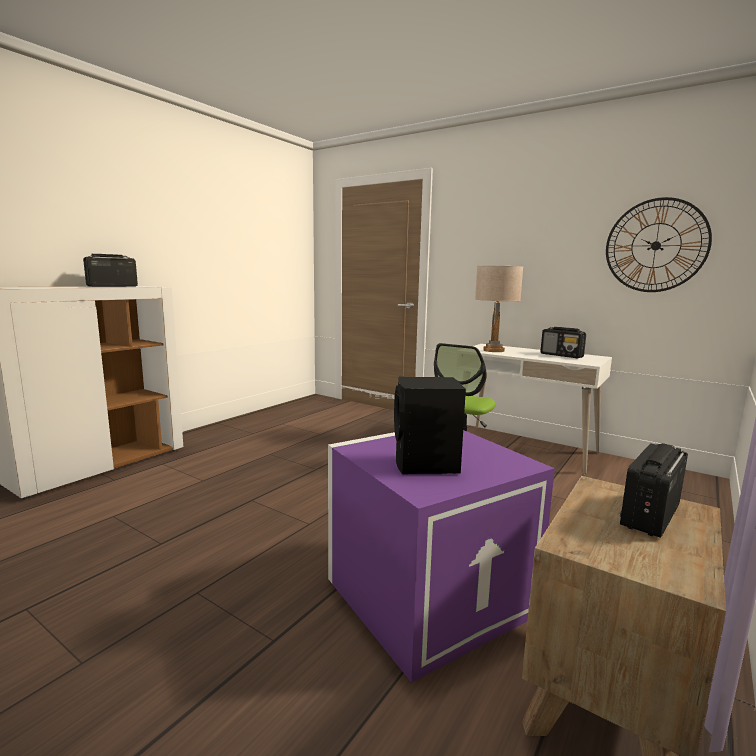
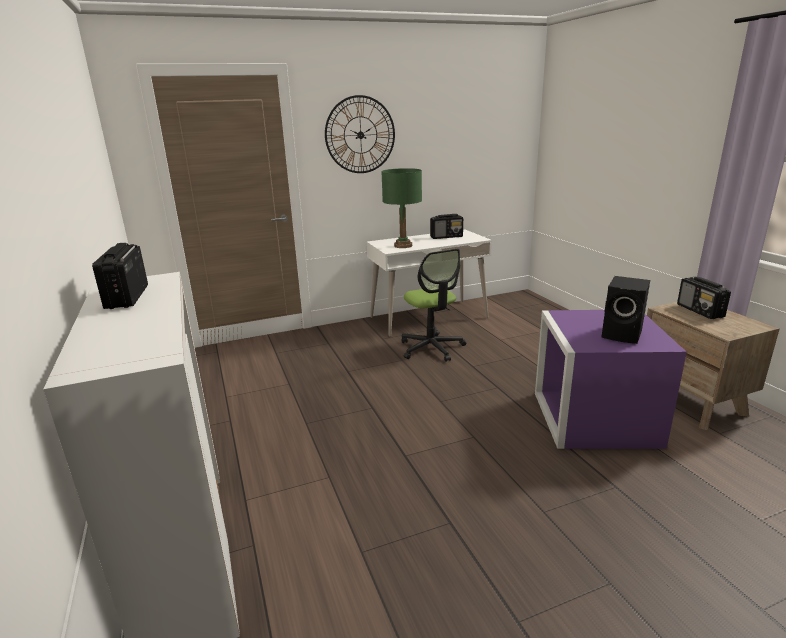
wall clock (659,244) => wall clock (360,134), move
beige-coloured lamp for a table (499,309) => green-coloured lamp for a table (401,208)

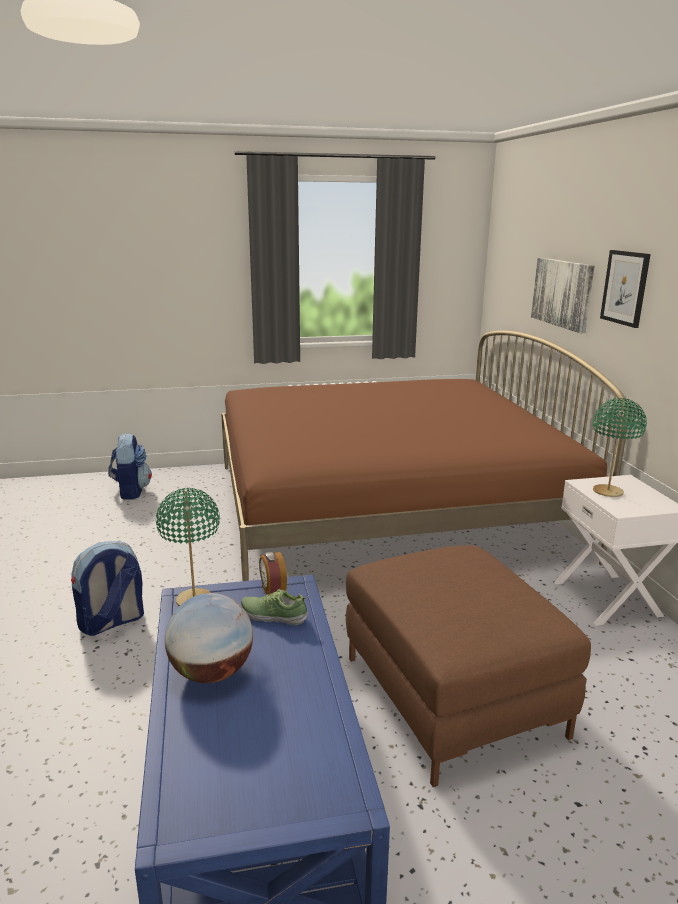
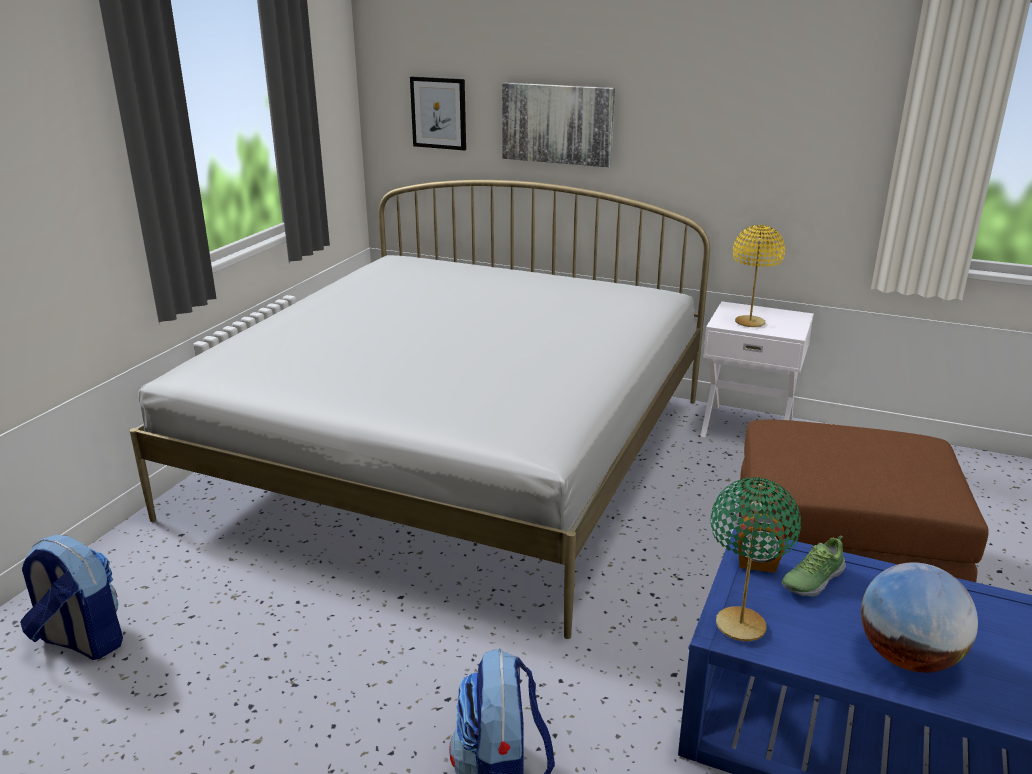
brownish bedroom bed (425,455) => white-coloured bedroom bed (420,409)
wall art (625,289) => wall art (438,113), move
green-coloured lamp for a table (620,447) => yellowish lamp for a table (759,276)

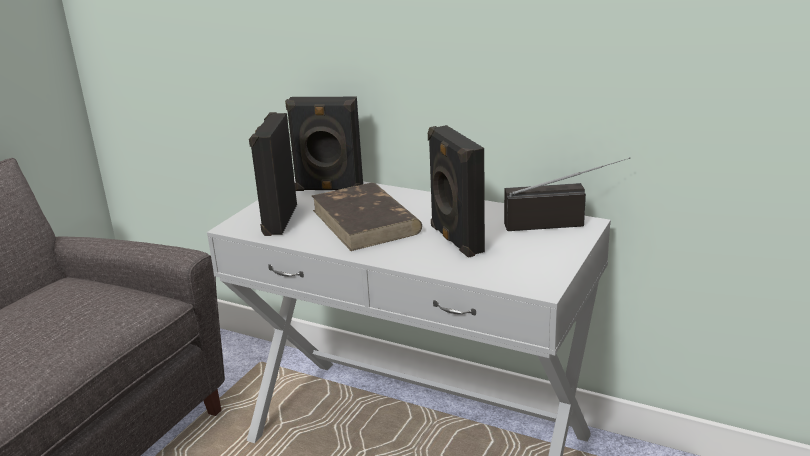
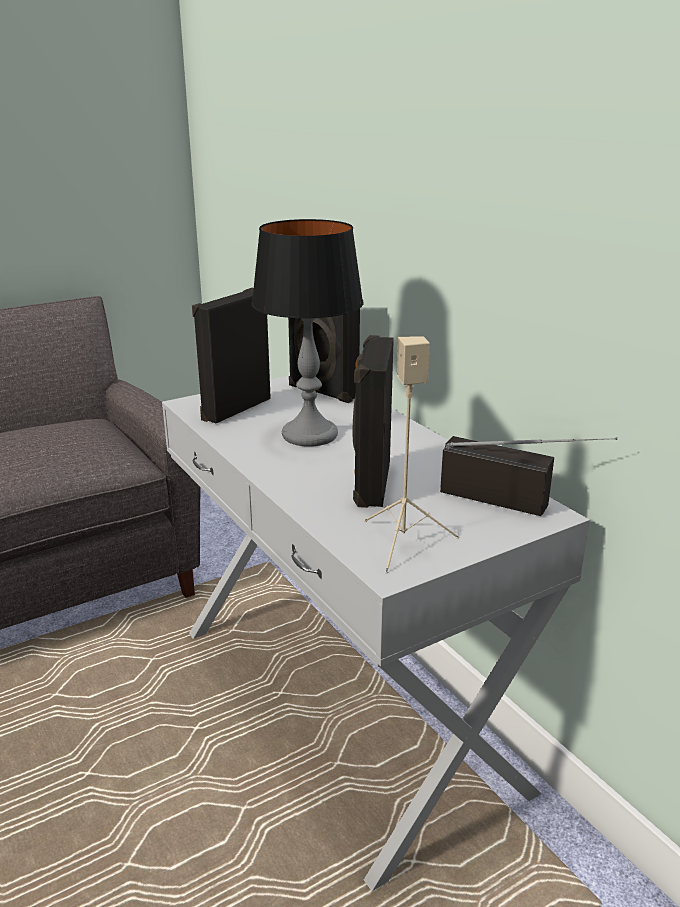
brownish volume (367,217) => lamp for a table (307,333)
nothing => beige-coloured loudspeaker (411,455)

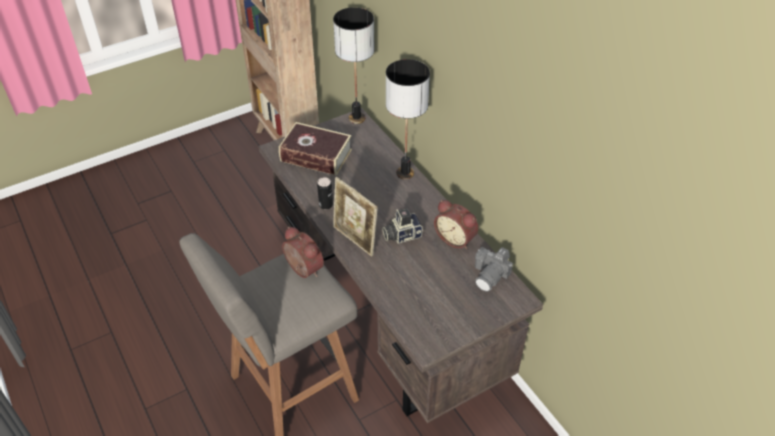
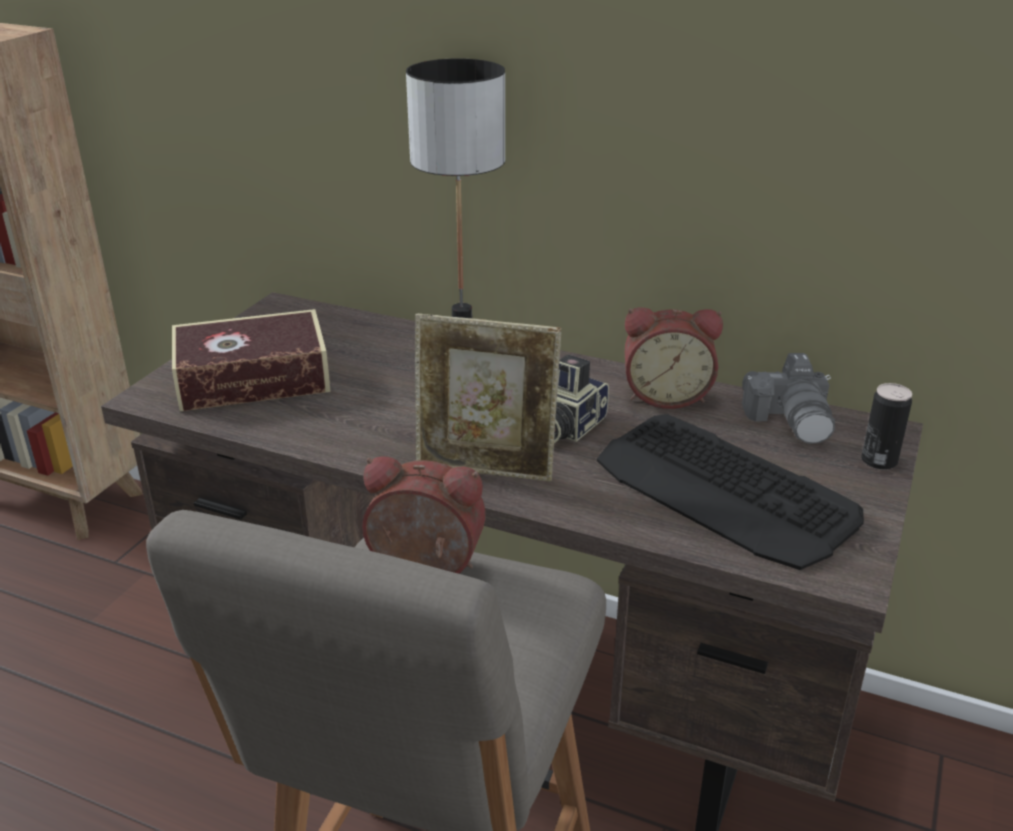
nothing => PC keyboard (730,492)
metal can (325,193) => metal can (886,426), move
lamp for a table (353,65) => nothing

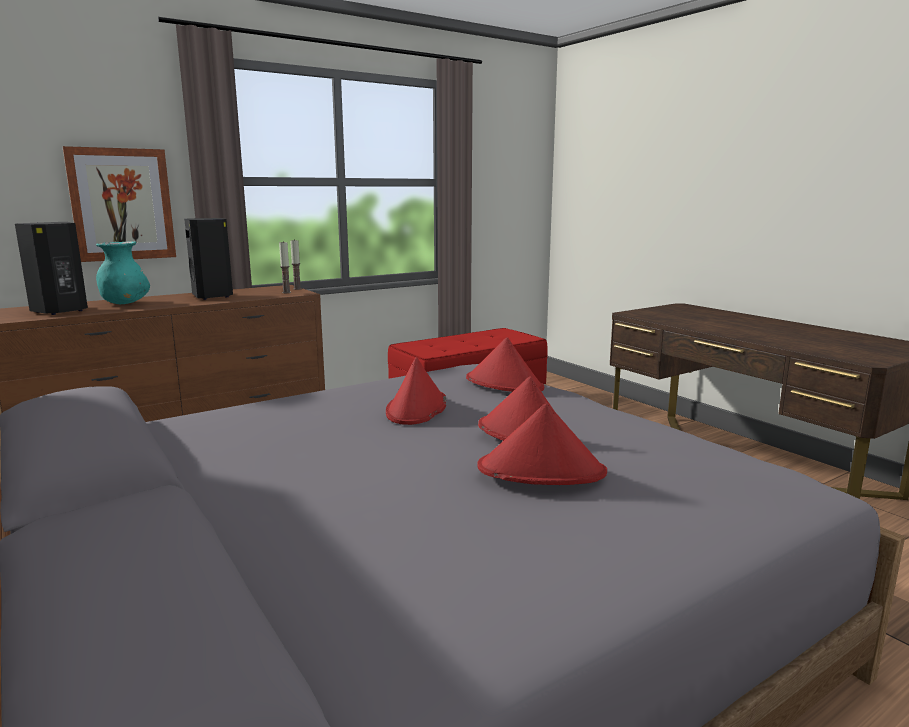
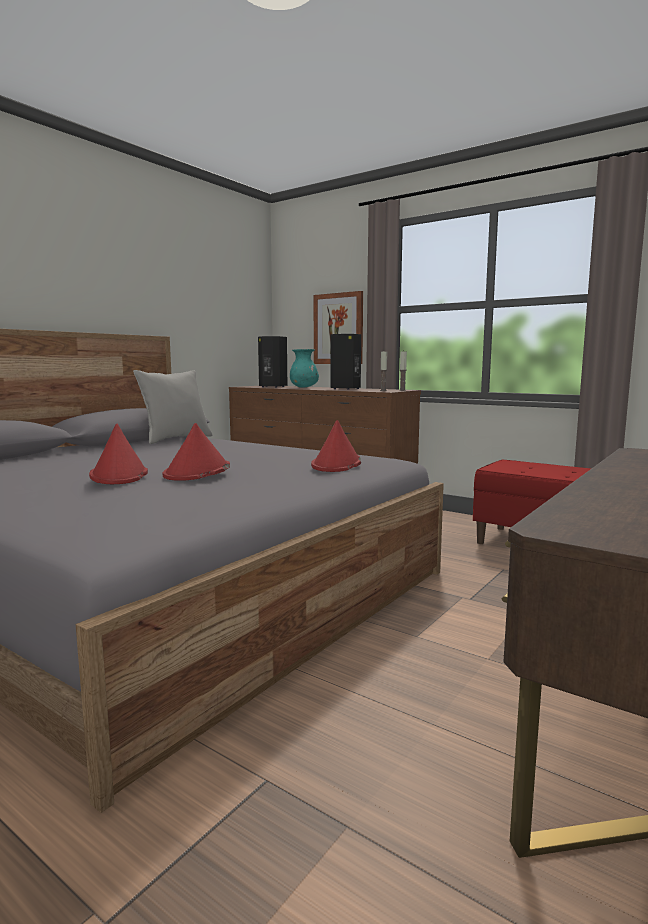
nothing => grey pillow (172,407)
red-coloured clothing hat (416,391) => nothing

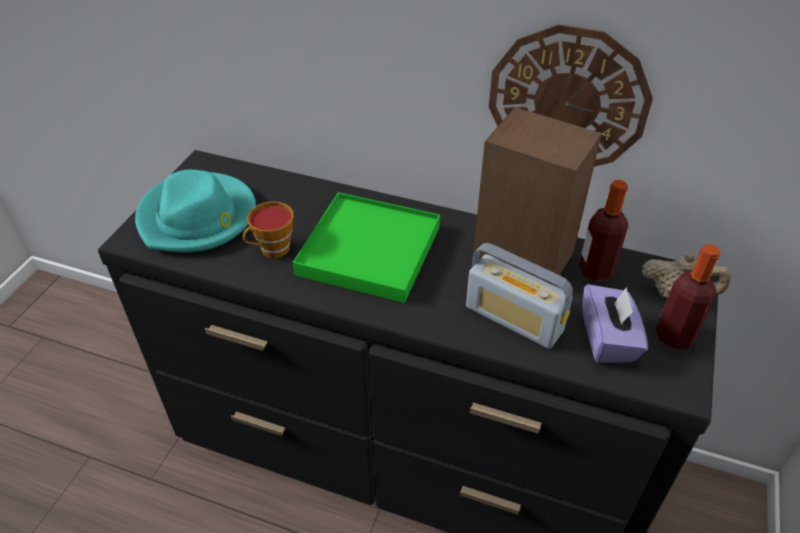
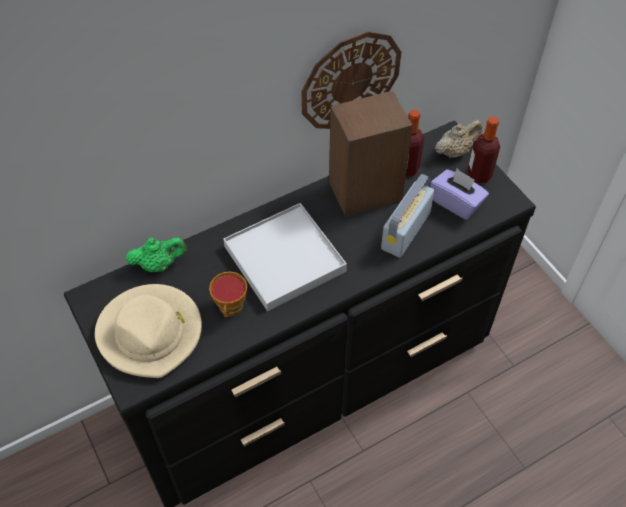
blue-green clothing hat (195,211) => beige-coloured clothing hat (148,331)
nothing => green-coloured pot for tea (156,255)
green-coloured carrying tray (366,247) => white-coloured carrying tray (285,257)
radio set (519,296) => radio set (408,216), 135 degrees clockwise

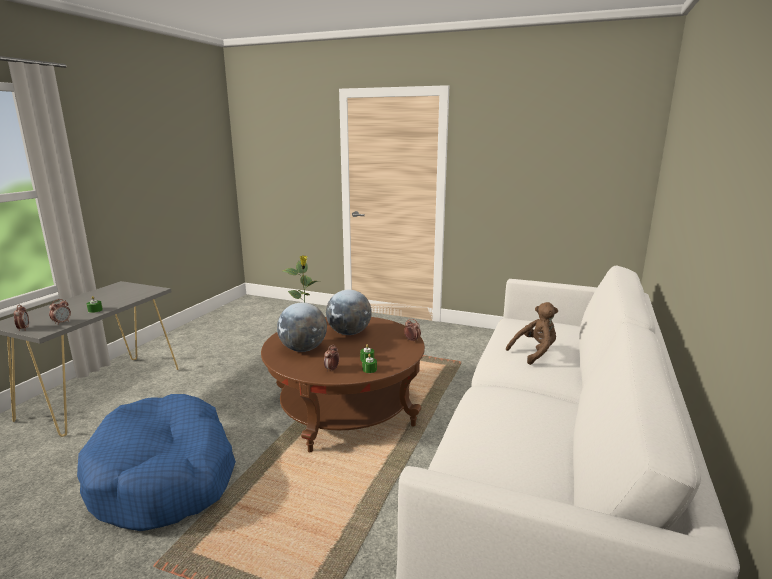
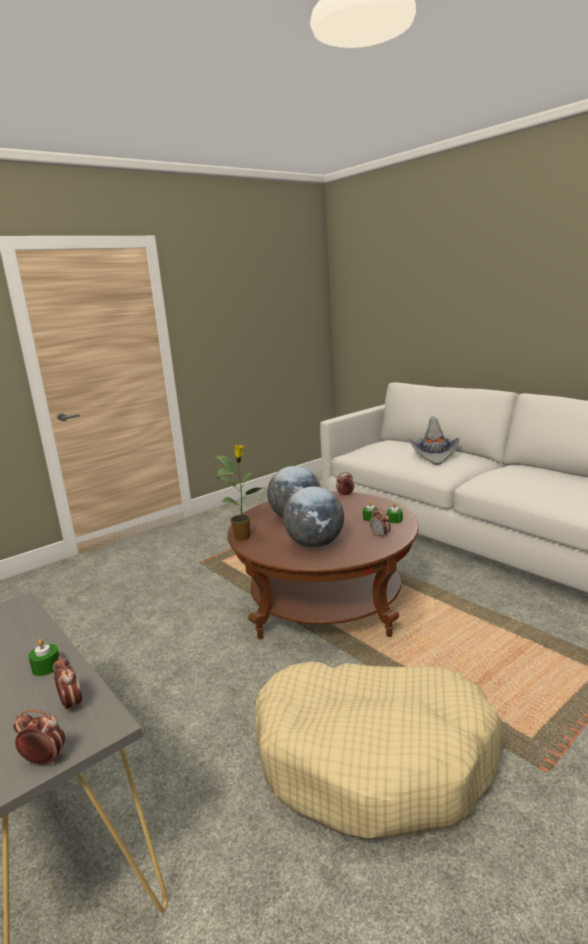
bluish pet bed (156,462) => beige-coloured pet bed (379,750)
brownish plush toy (532,333) => grey clothing hat (434,440)

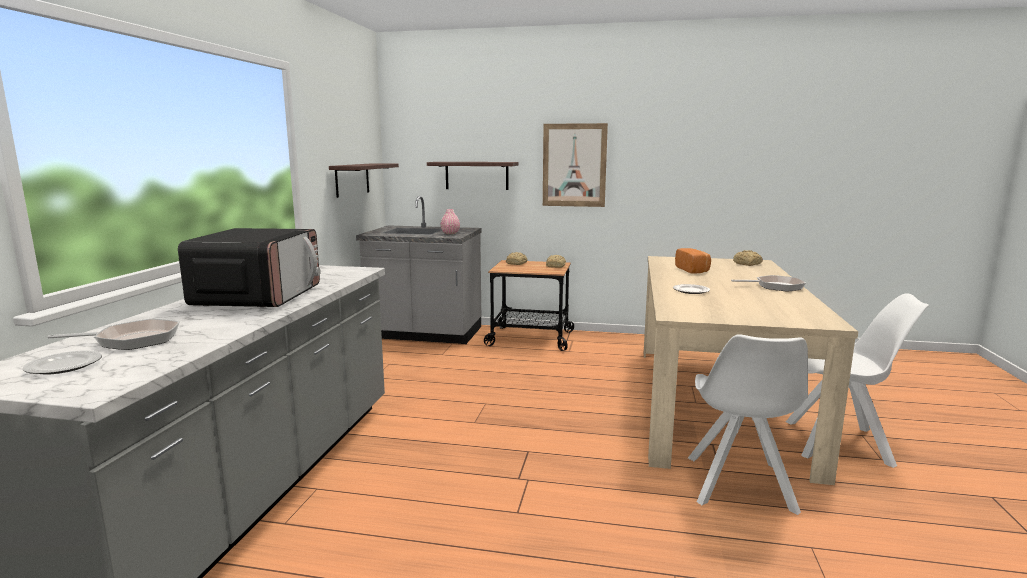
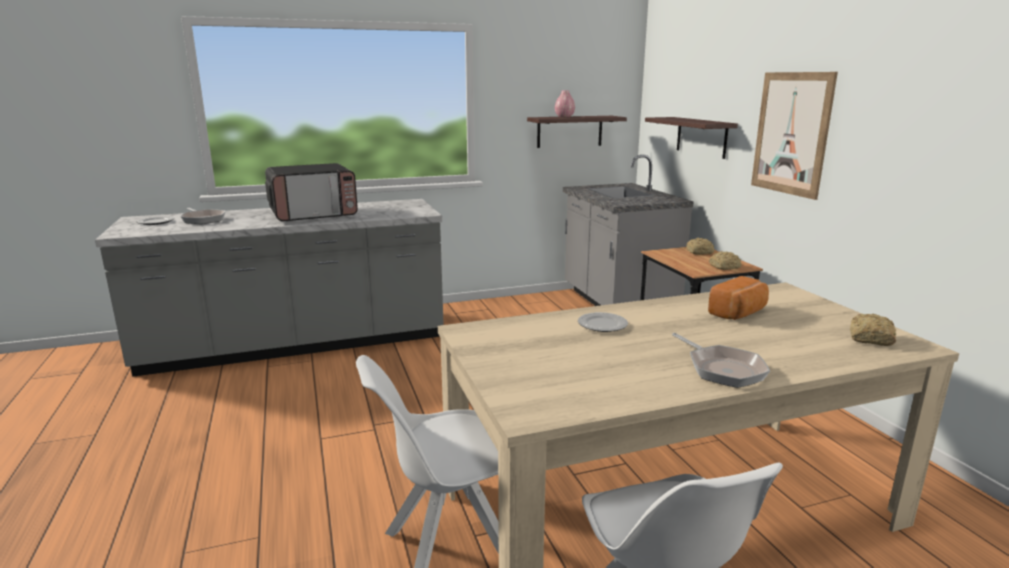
pinkish vase (450,221) => pinkish vase (565,103), move

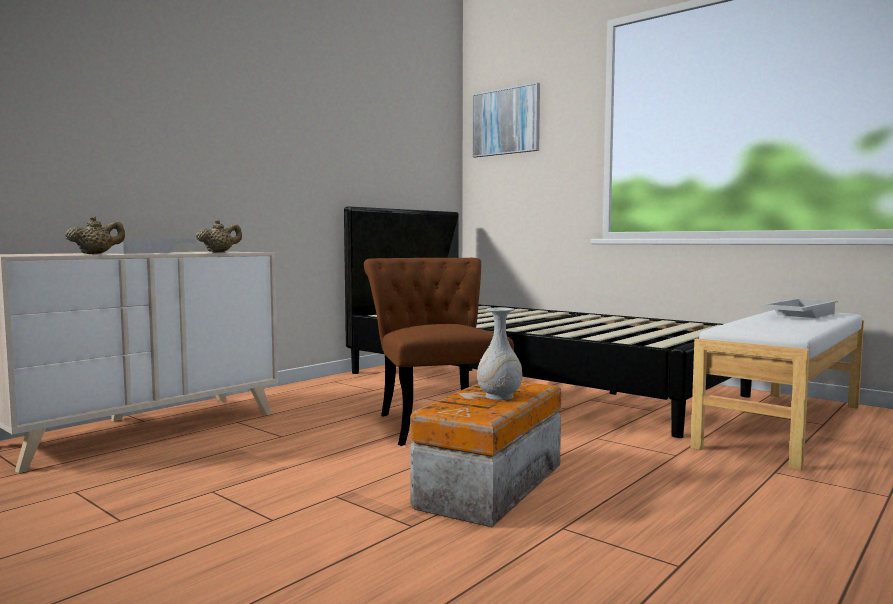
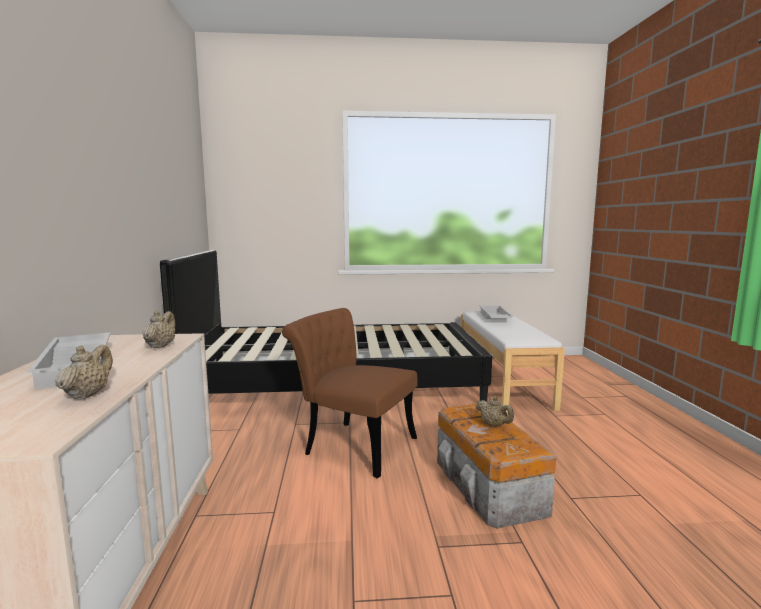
white-coloured vase (500,353) => beige-coloured pot for tea (495,411)
wall art (506,120) => nothing

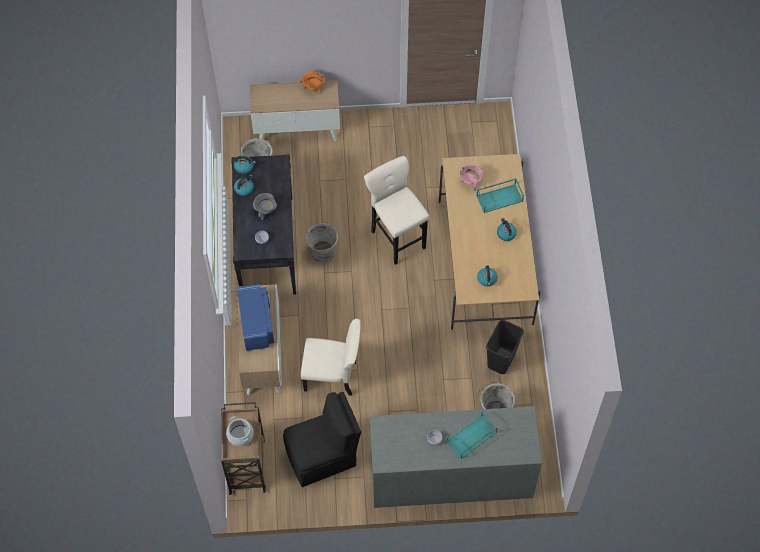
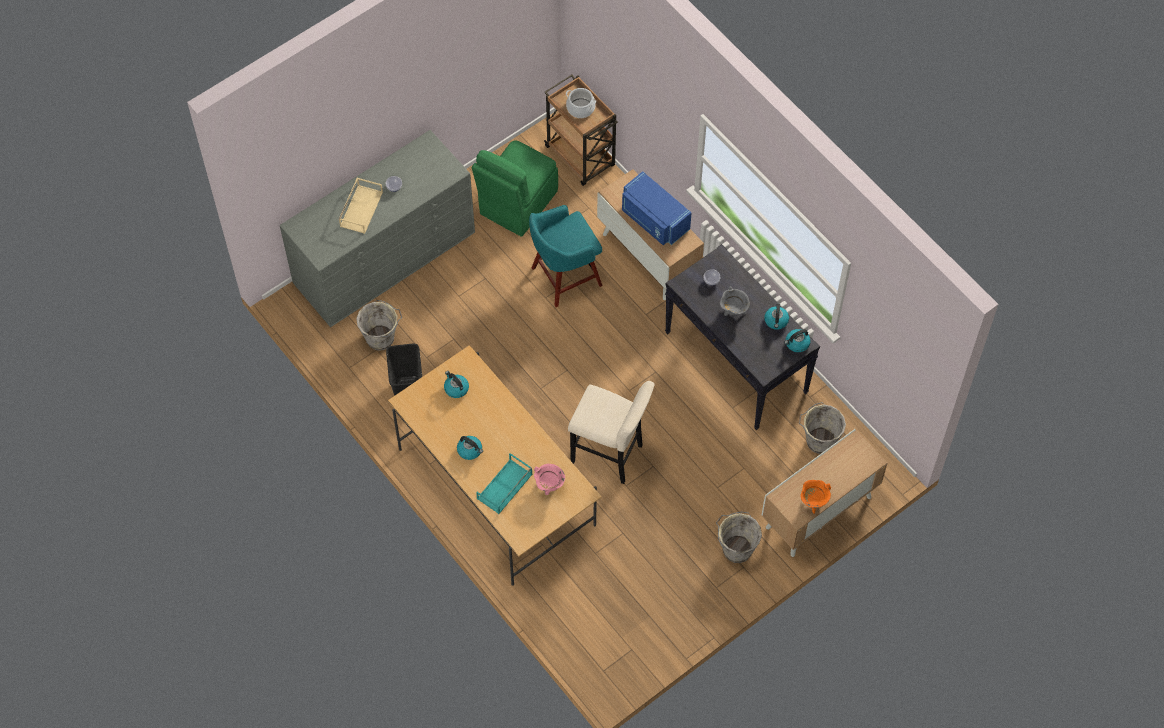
blue-green carrying tray (472,434) => beige-coloured carrying tray (361,205)
blackish upright chair (322,439) => green-coloured upright chair (515,188)
beige-coloured upright chair (331,357) => blue-green stool (566,256)
grey pail (322,242) => grey pail (739,537), move

